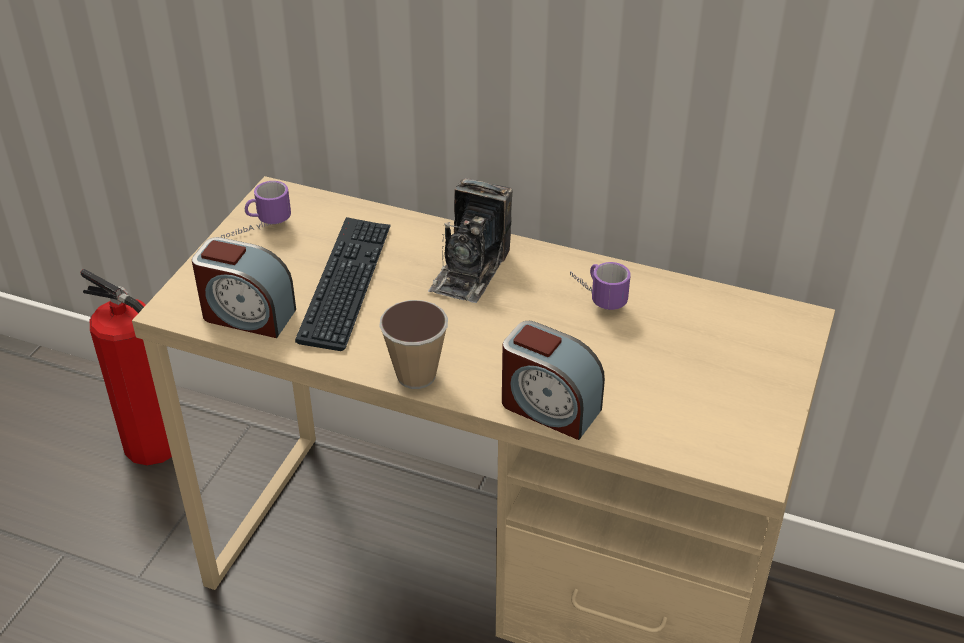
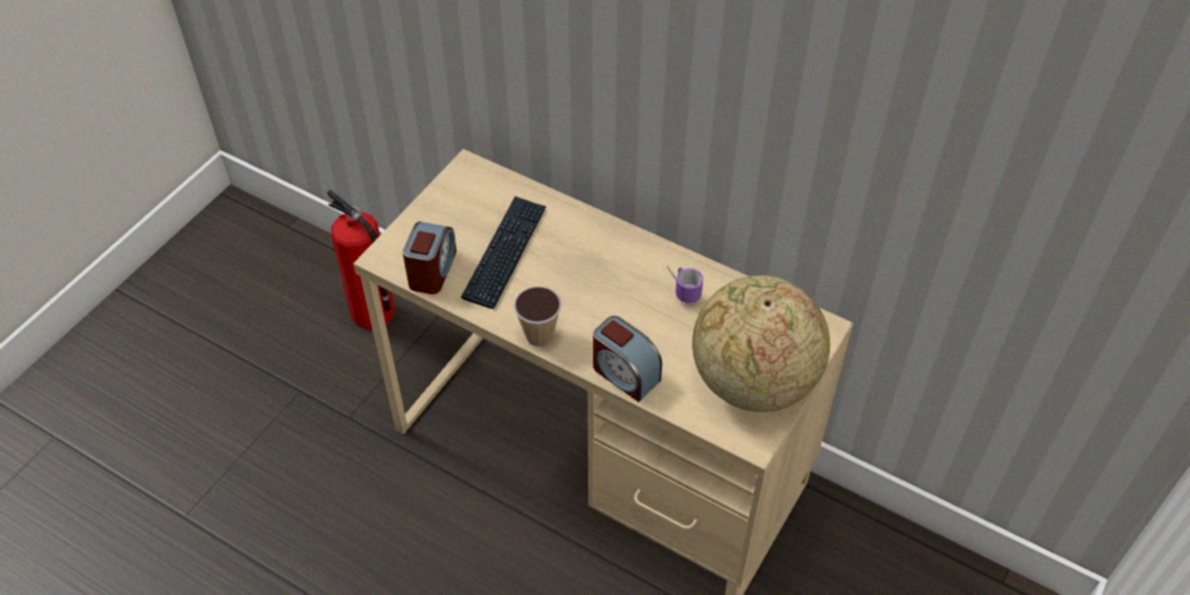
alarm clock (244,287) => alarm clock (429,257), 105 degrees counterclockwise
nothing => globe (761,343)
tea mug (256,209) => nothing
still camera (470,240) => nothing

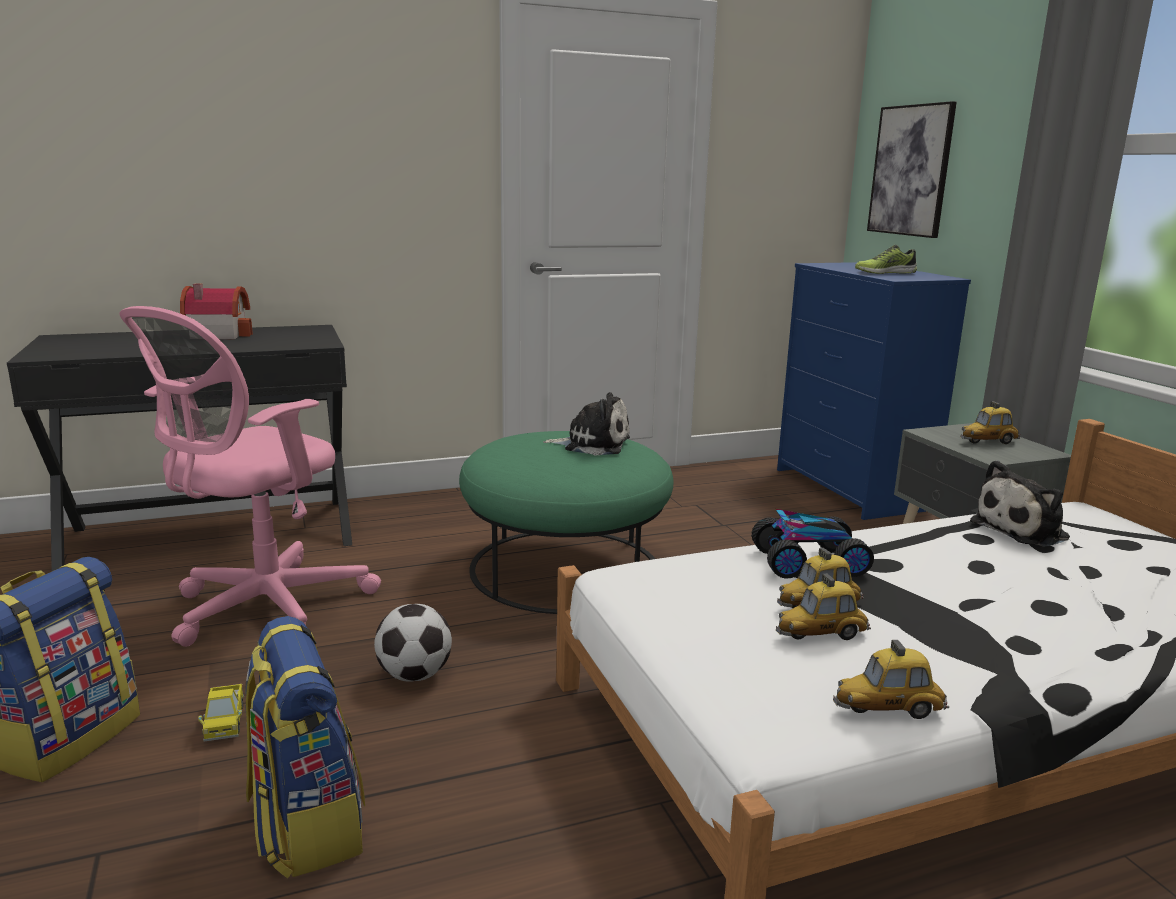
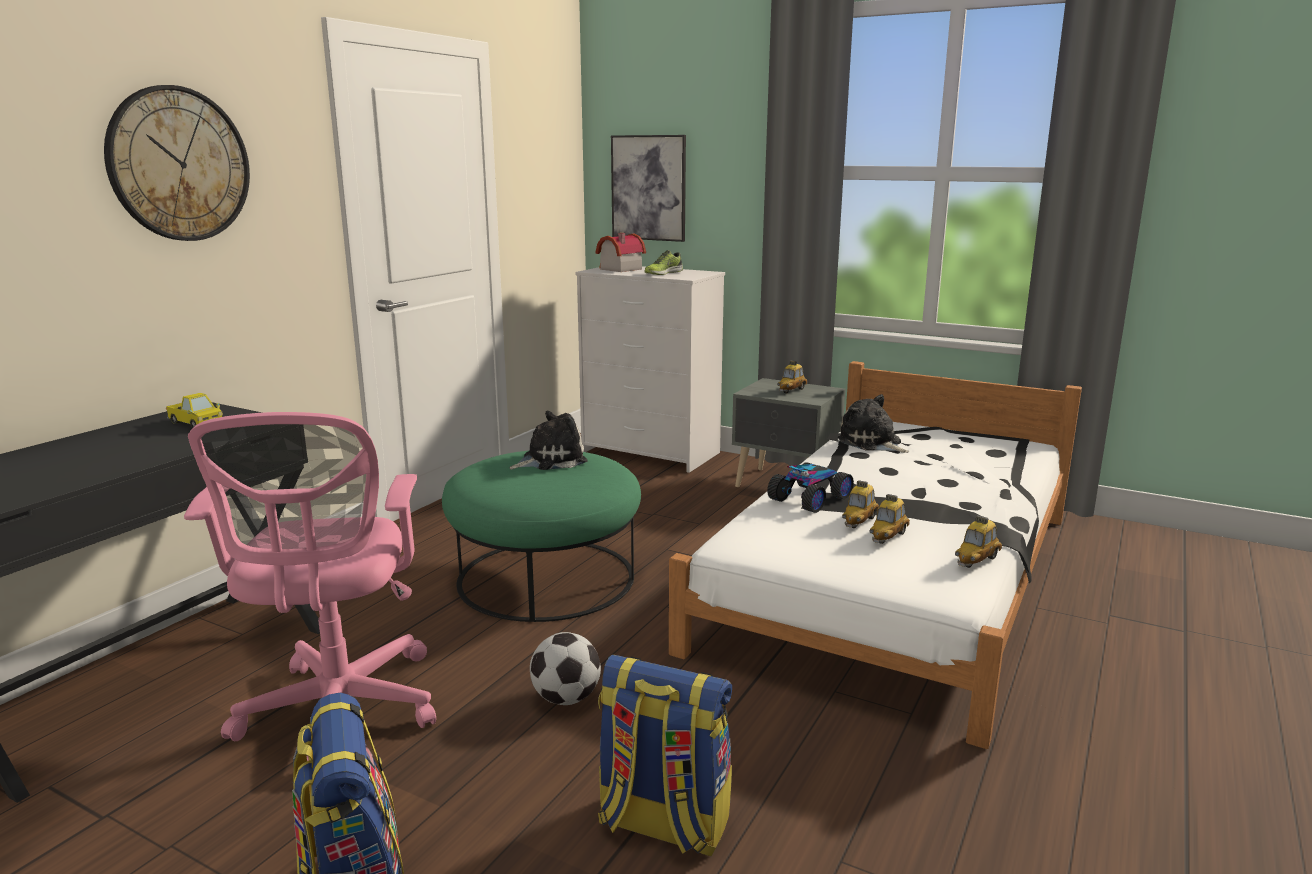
nothing => wall clock (177,163)
model truck (221,713) => model truck (194,410), move
bluish dresser (874,391) => white-coloured dresser (650,369)
miniature house (216,311) => miniature house (621,252), move
plush toy (1020,503) => plush toy (873,423), 120 degrees clockwise

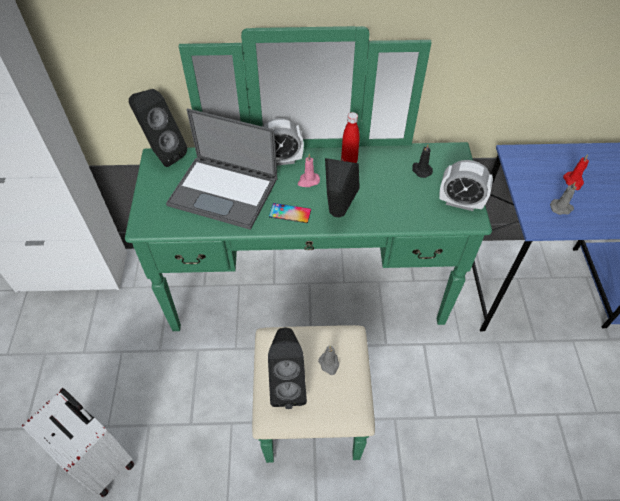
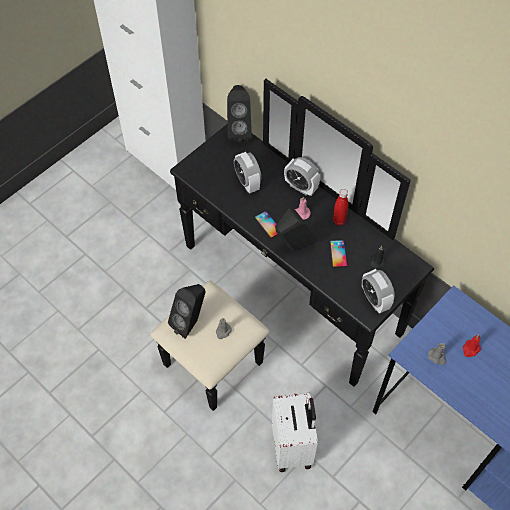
green-coloured dresser (308,244) => blackish dresser (292,245)
portable computer (221,169) => alarm clock (247,173)
white-coloured travel case (78,442) => white-coloured travel case (295,432), move
nothing => handset (338,253)

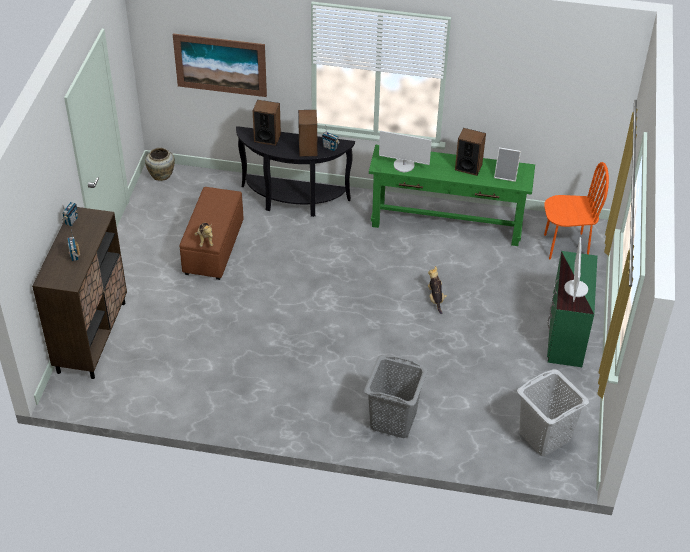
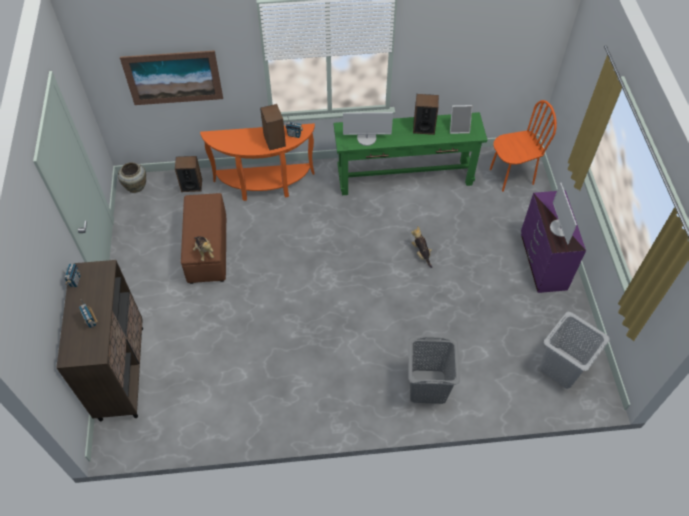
loudspeaker (267,123) => loudspeaker (188,174), move
blackish console table (295,171) => orangey console table (257,162)
green-coloured dresser (572,309) => purple dresser (553,241)

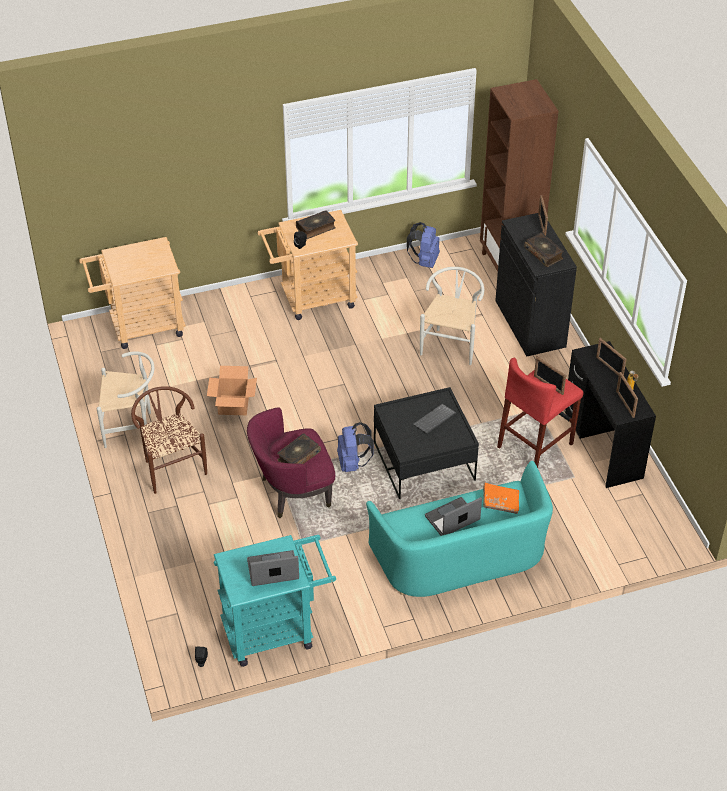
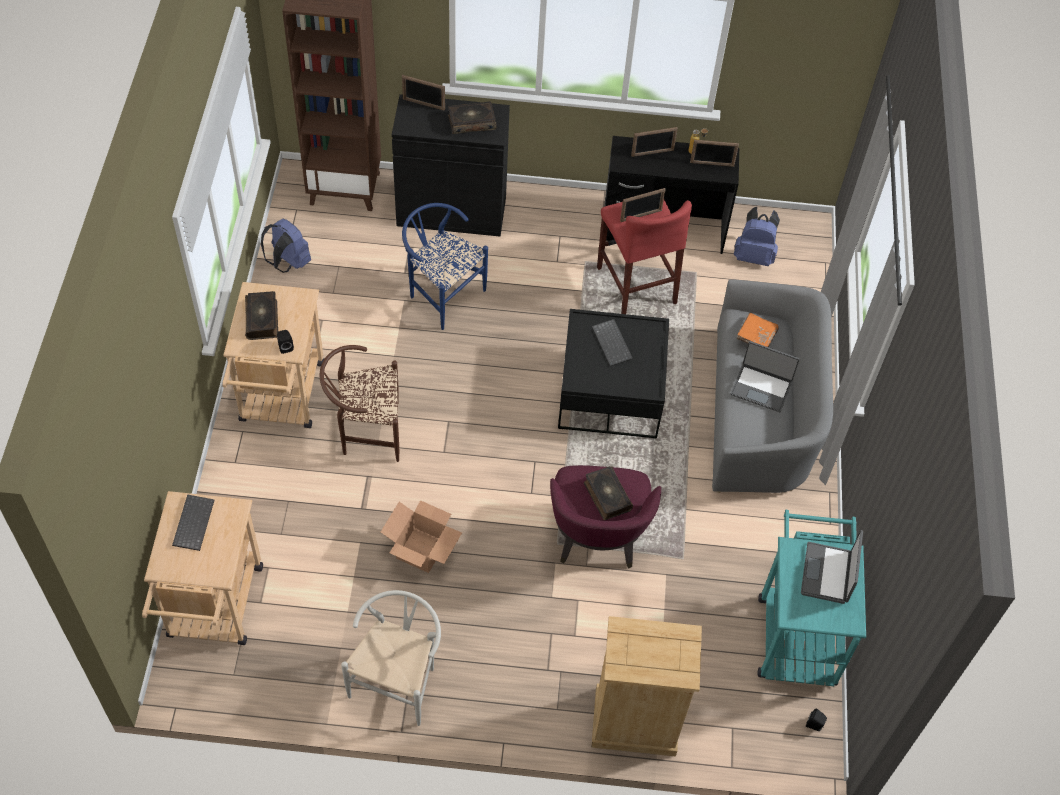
nothing => PC keyboard (193,522)
brownish upright chair (169,440) => brownish upright chair (359,403), move
white-coloured upright chair (452,316) => bluish upright chair (445,266)
nothing => beige-coloured dresser (646,686)
blue-green couch (459,529) => grey couch (772,386)
portable computer (453,516) => portable computer (765,376), 60 degrees counterclockwise
bluish rucksack (355,447) => bluish rucksack (757,236), move

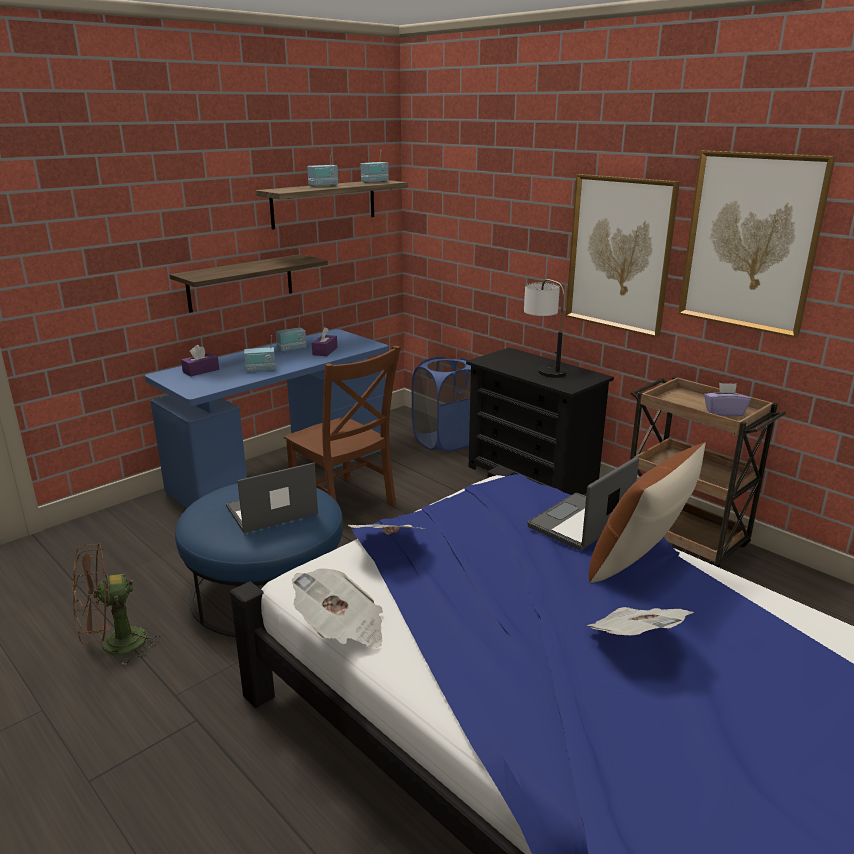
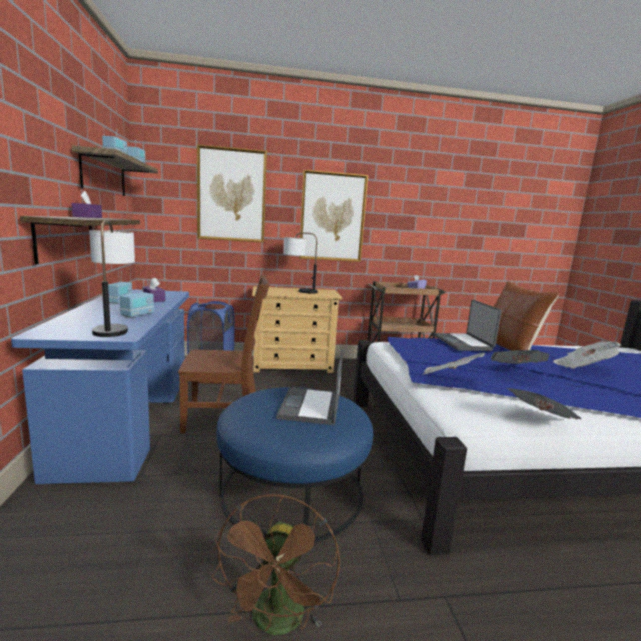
purple tissue box (200,360) => purple tissue box (87,204), move
nothing => lamp for a table (112,279)
wall art (757,244) => wall art (232,193), move
blackish dresser (540,421) => beige-coloured dresser (297,329)
nothing => daily paper (520,357)

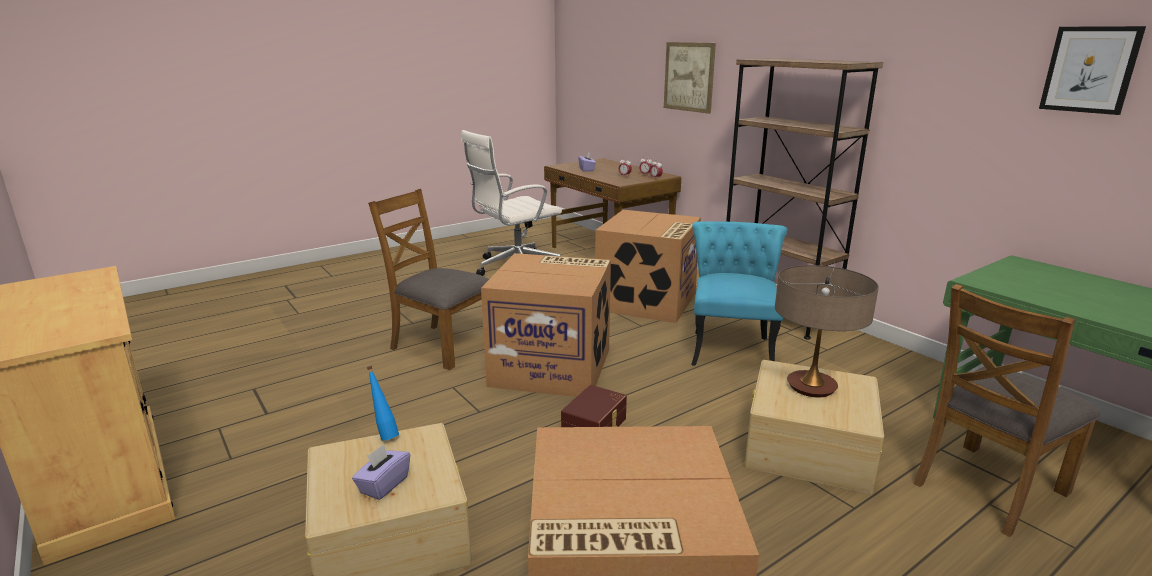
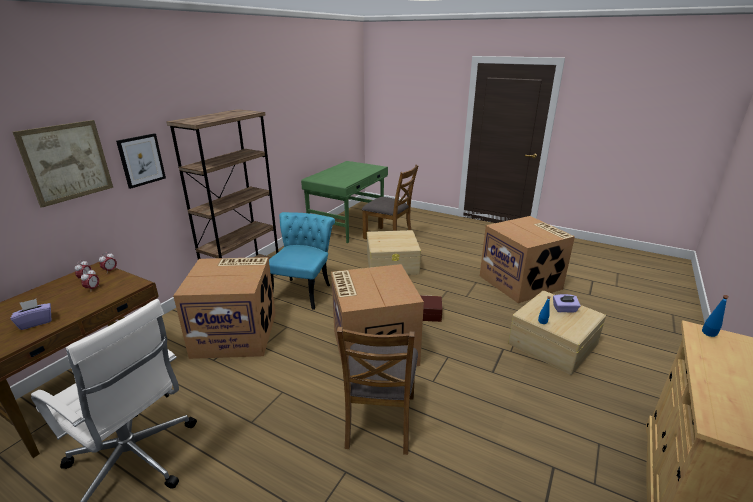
wall art (1092,70) => wall art (141,161), move
blue-green upright chair (739,294) => blue-green upright chair (302,261), 120 degrees clockwise
nothing => bluish beverage bottle (715,316)
lamp for a table (827,331) => nothing

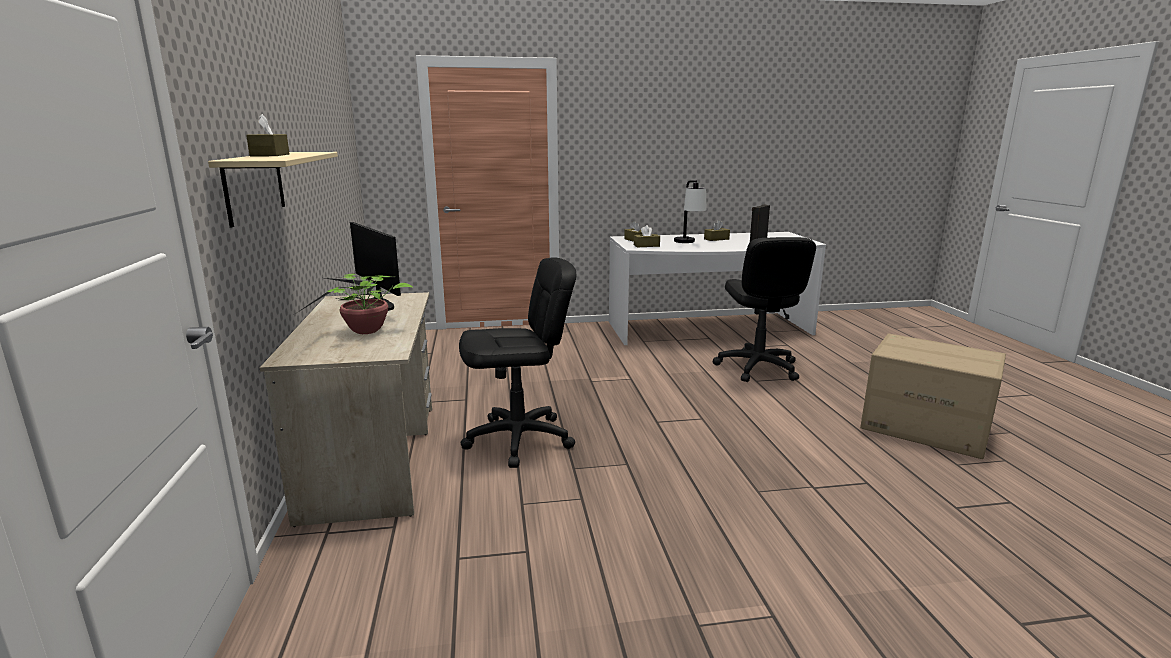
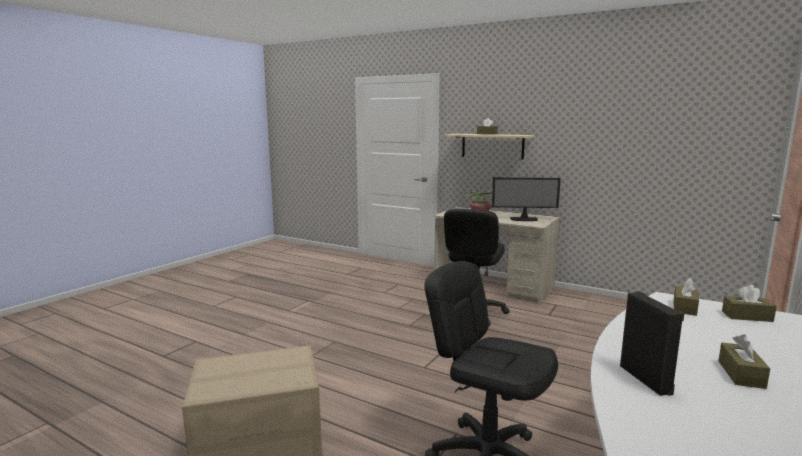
lamp for a table (690,211) => nothing

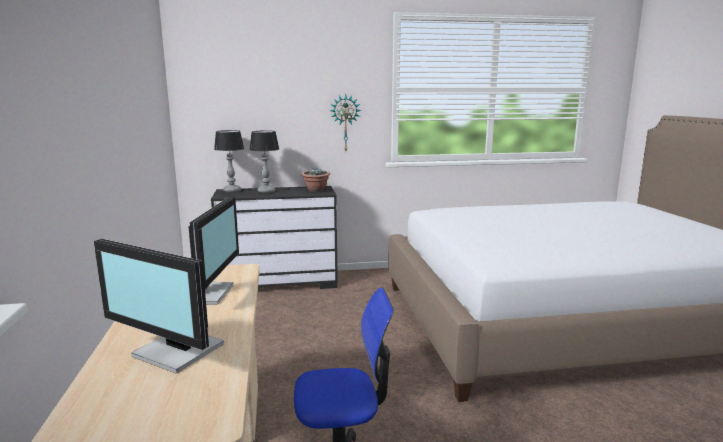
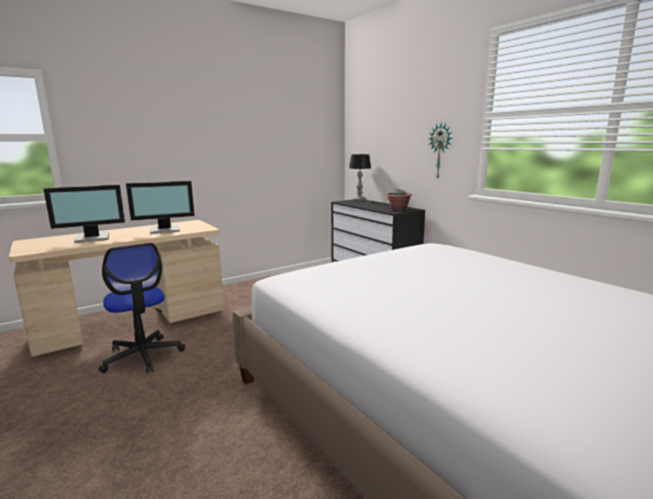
monitor (159,306) => monitor (84,213), 120 degrees counterclockwise
lamp for a table (264,161) => nothing

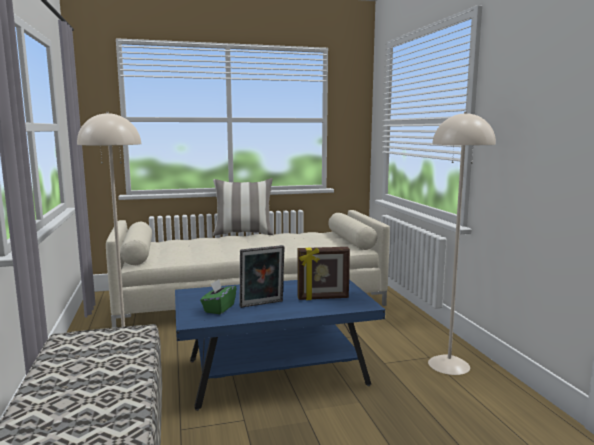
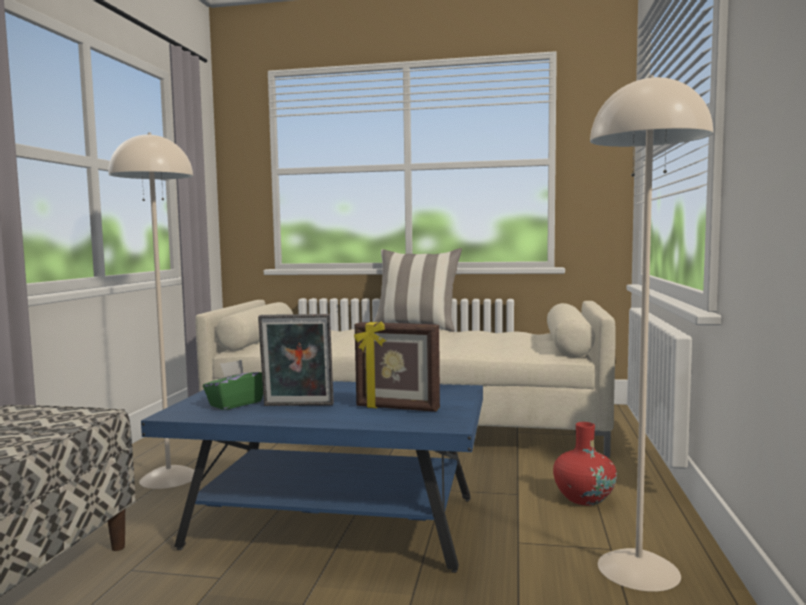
nothing => red-coloured vase (585,463)

